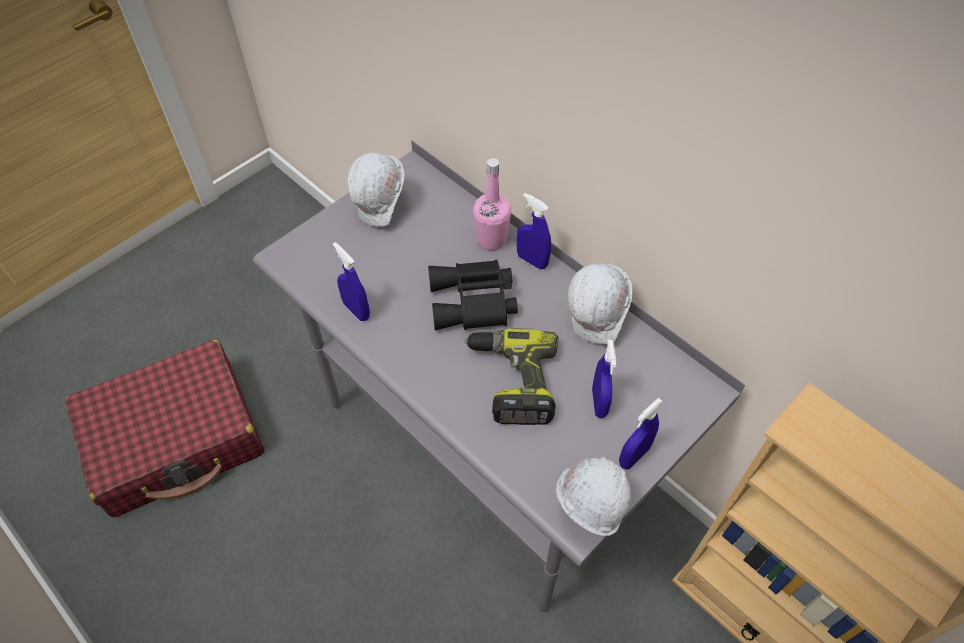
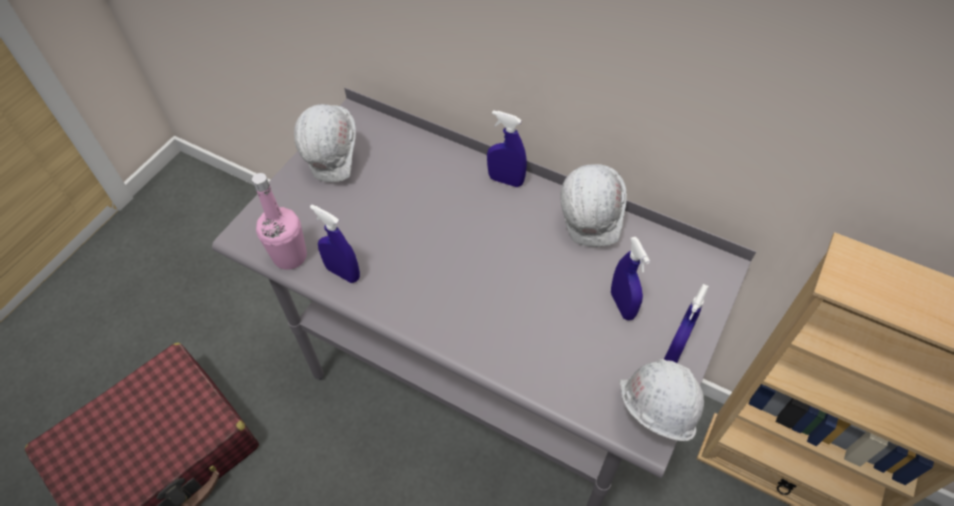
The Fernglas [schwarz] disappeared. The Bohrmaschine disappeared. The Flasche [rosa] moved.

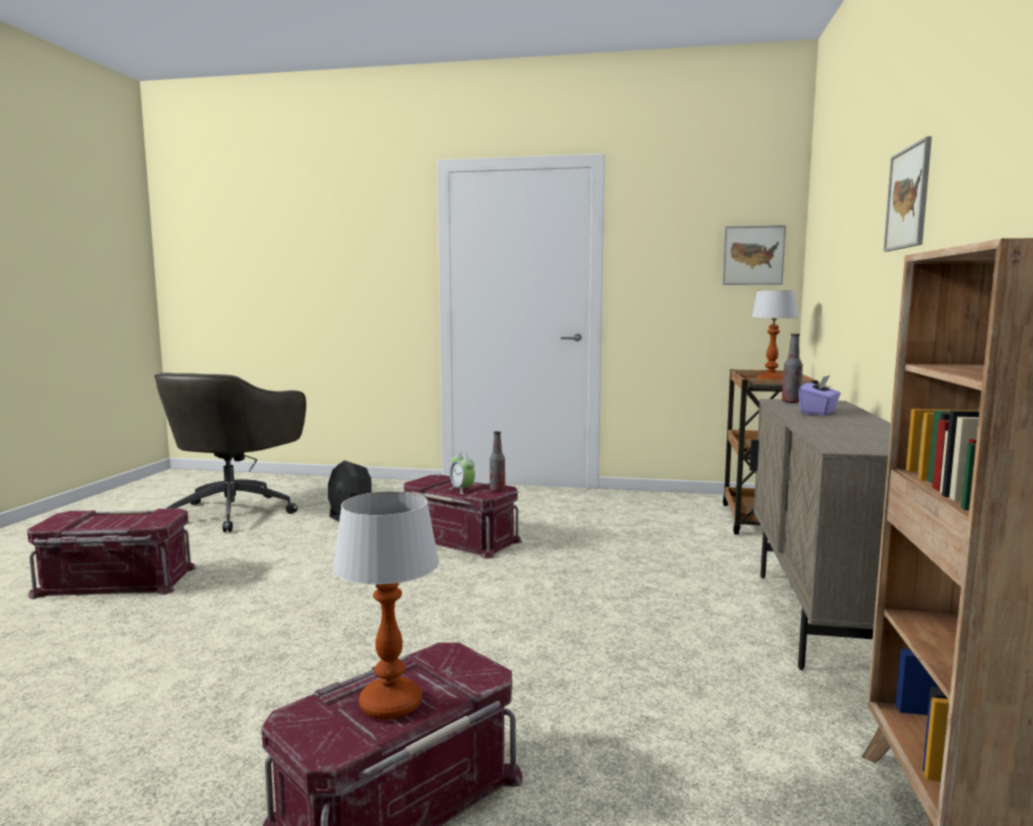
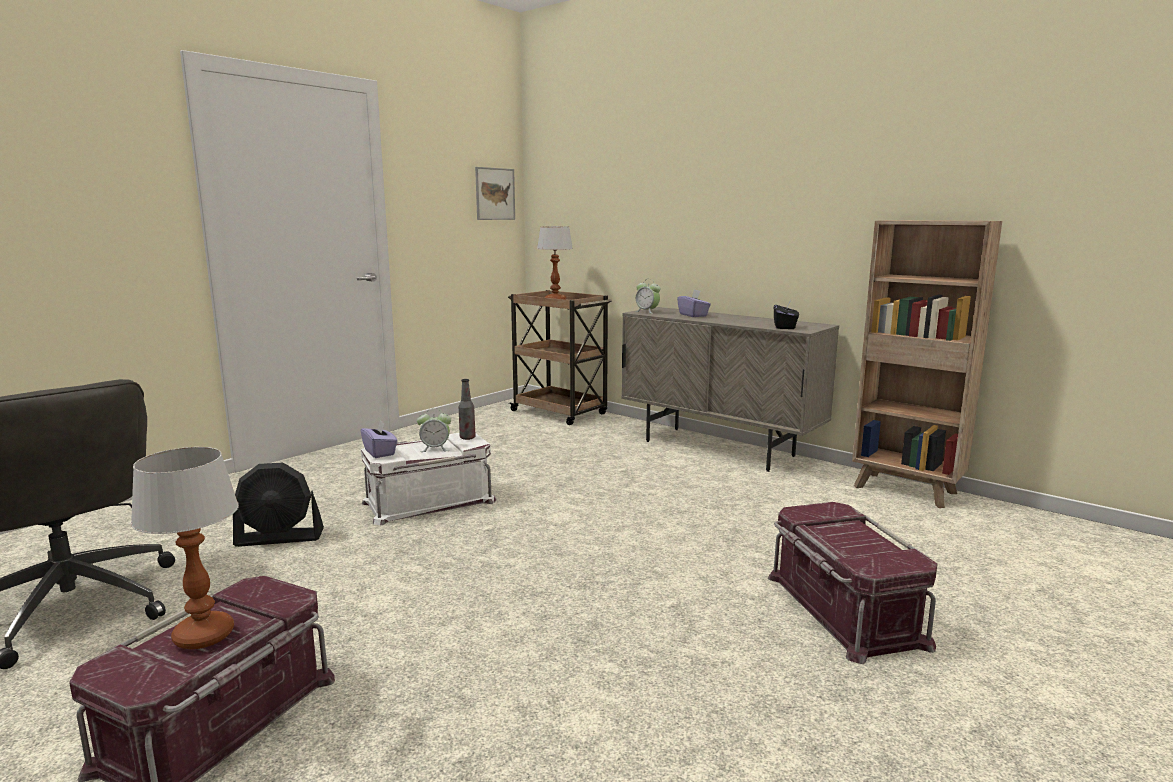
The Bild (no. 2 from left) disappeared. The Taschentuchbox [lila] (no. 1 from left) appeared. The Taschentuchbox [schwarz] appeared. The Tischlampe (no. 1 from left) moved. The Flasche (no. 2 from left) was replaced by the Wecker (no. 2 from left). The Aufbewahrungsbox [rot] (no. 3 from left) became the Aufbewahrungsbox [weiß].

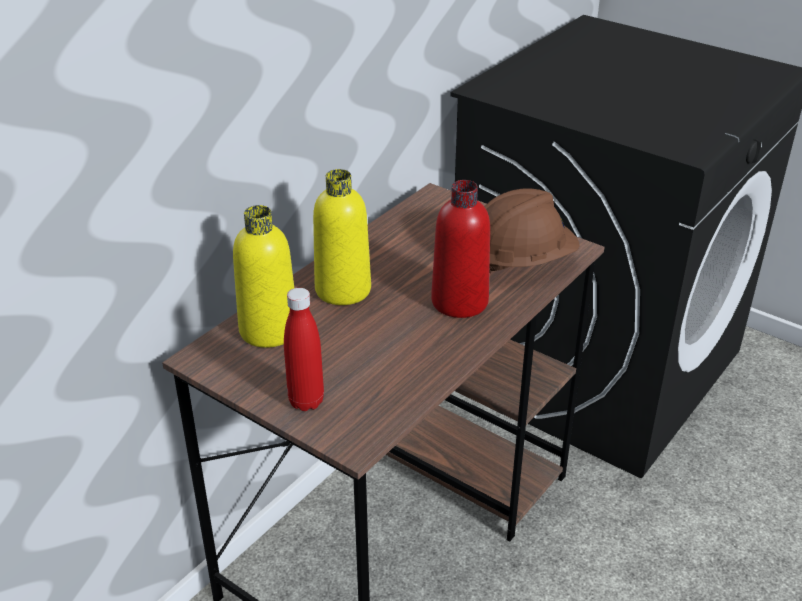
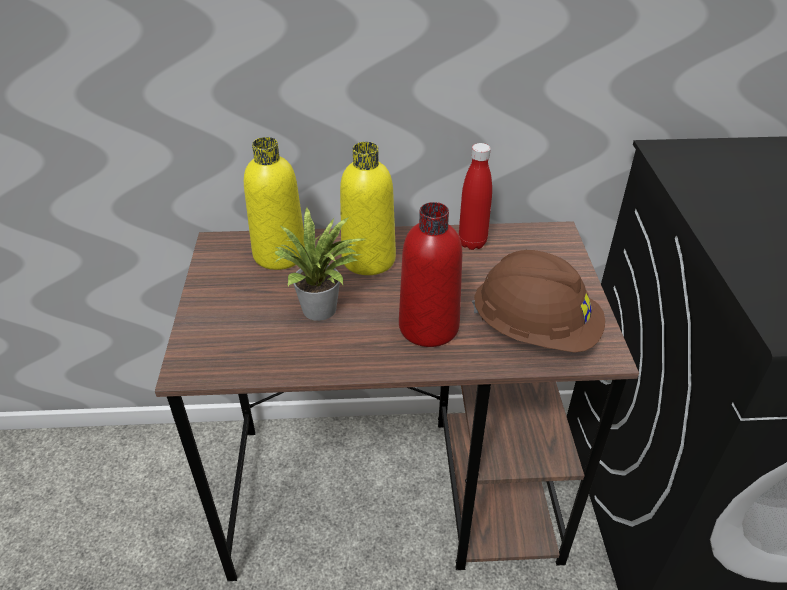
The Topfpflanze appeared. The Flasche [rot] (no. 1 from left in the first image) moved.

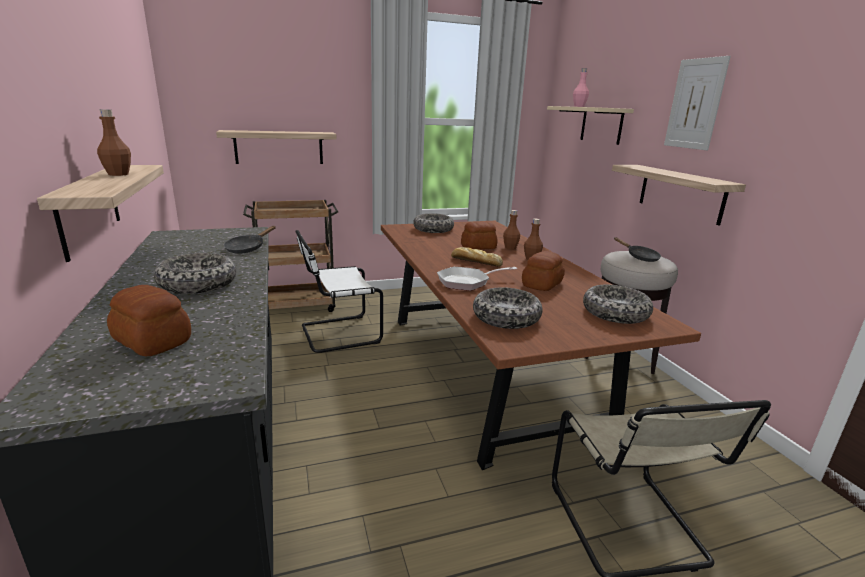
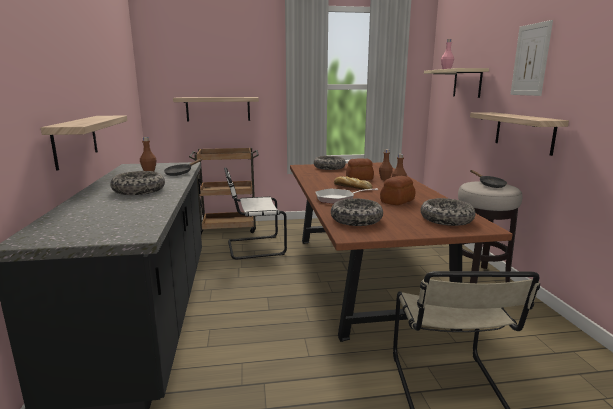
The Brot (no. 1 from left) disappeared. The Flasche [braun] (no. 1 from left) moved.

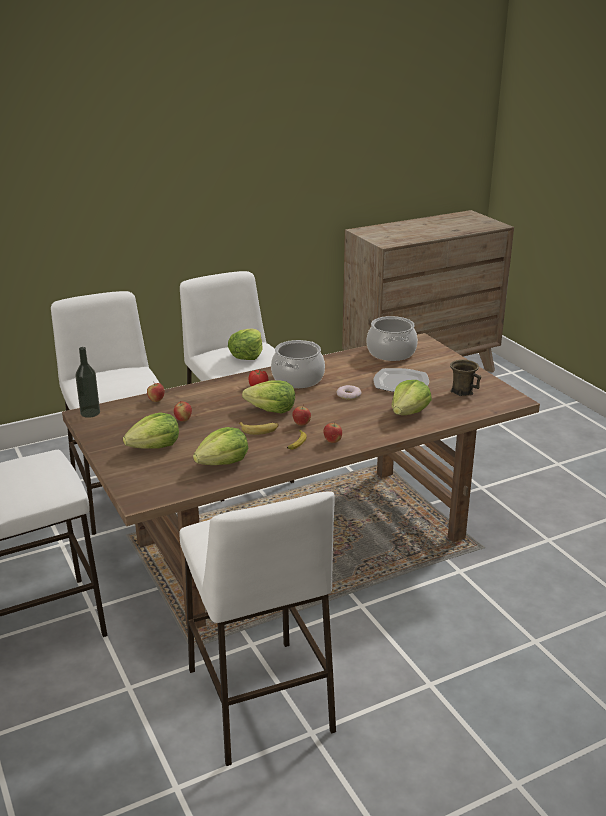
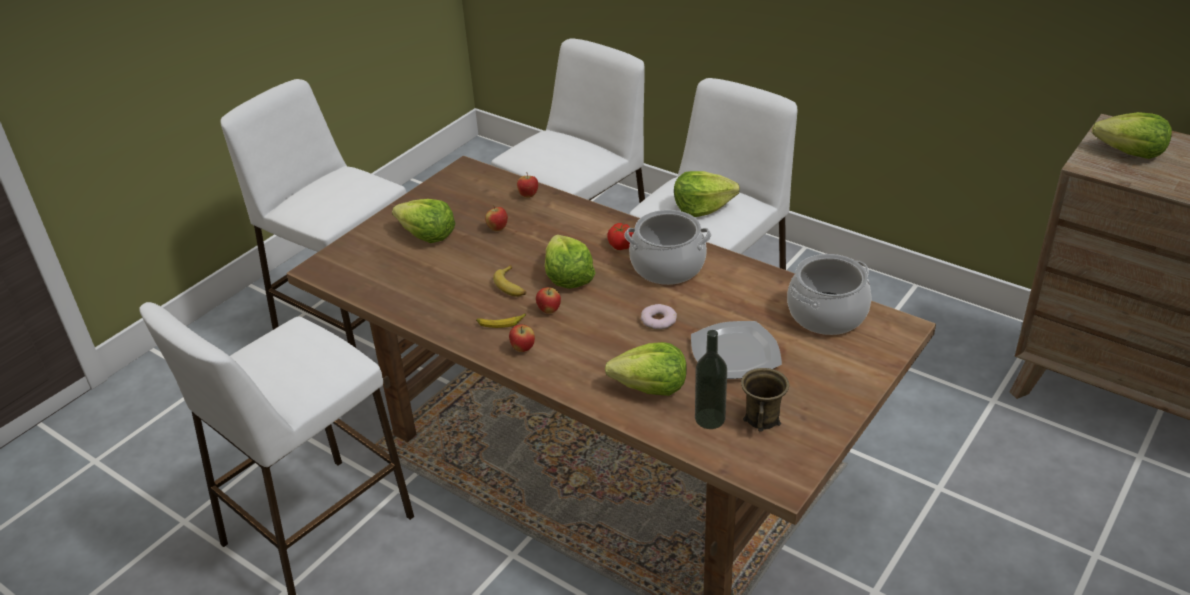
The Flasche moved. The Salatkopf (no. 2 from left in the first image) moved.

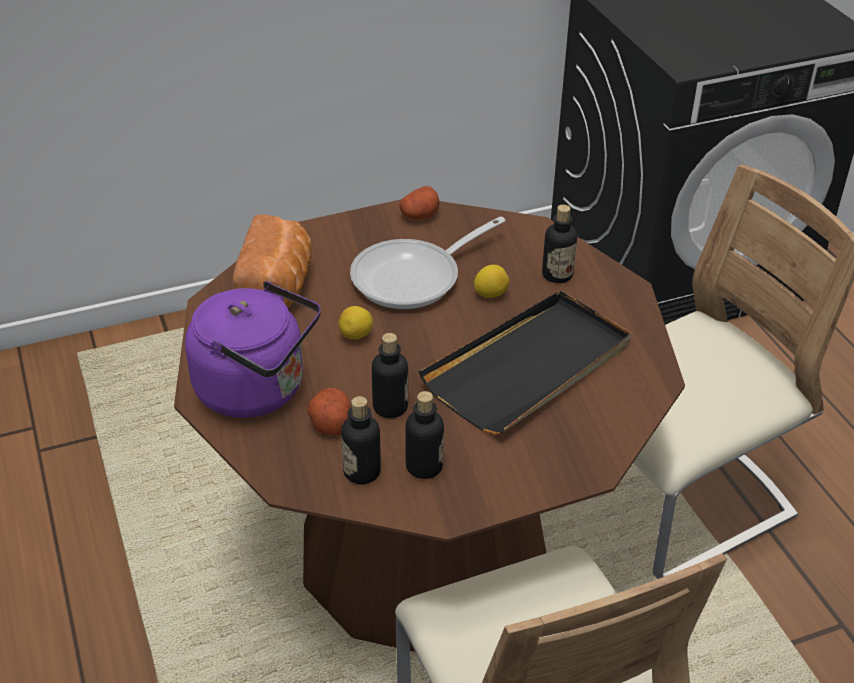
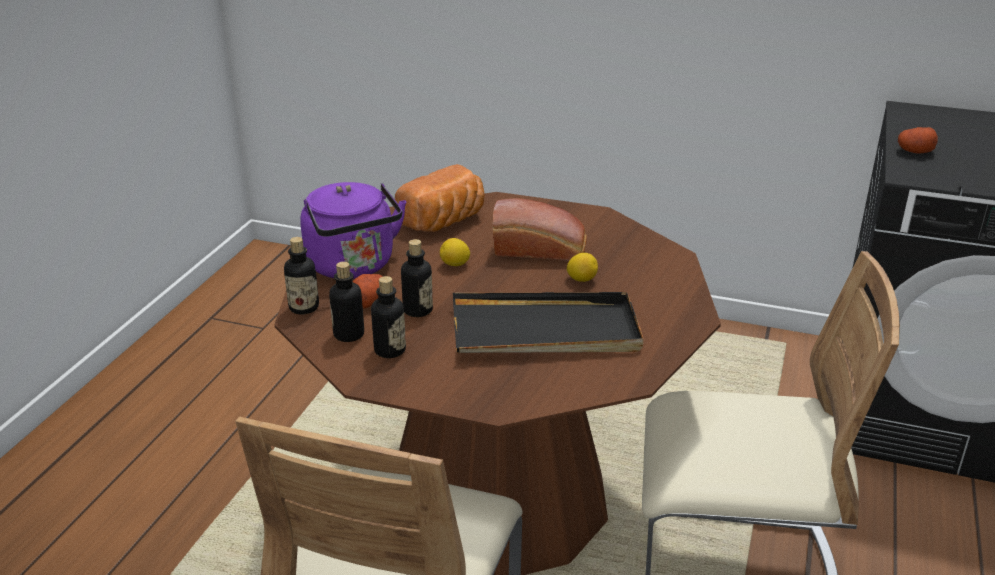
The Kartoffel (no. 2 from left) moved. The Flasche (no. 4 from left in the first image) moved. The Pfanne was replaced by the Brot (no. 2 from left).

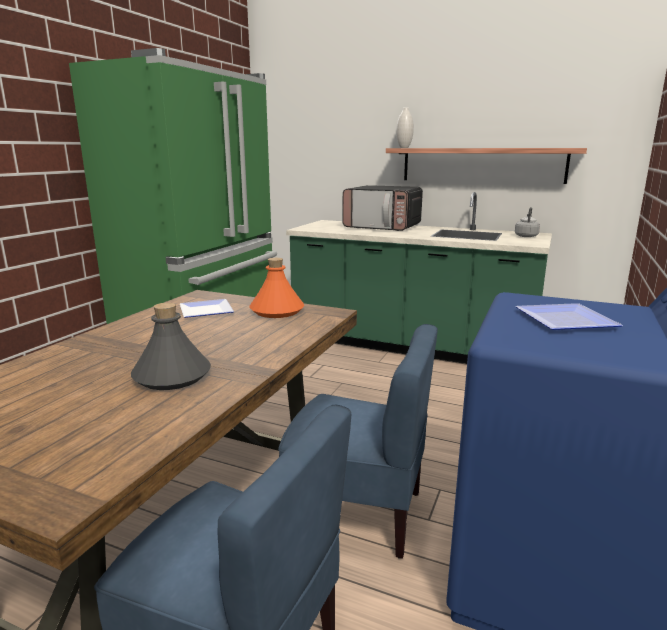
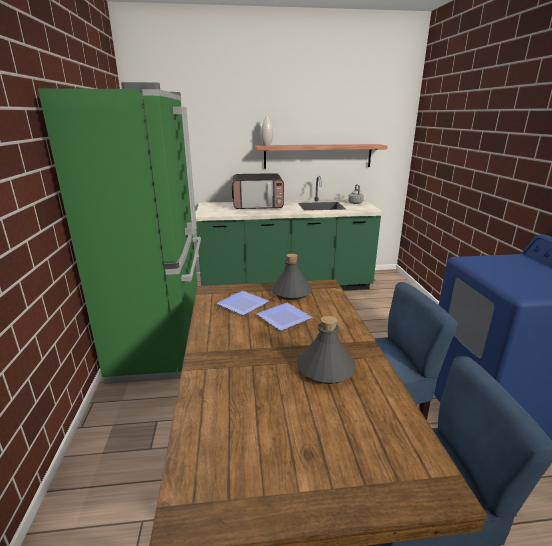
The Teller (no. 2 from left) moved. The Flasche [orange] became the Flasche [grau] (no. 1 from left).

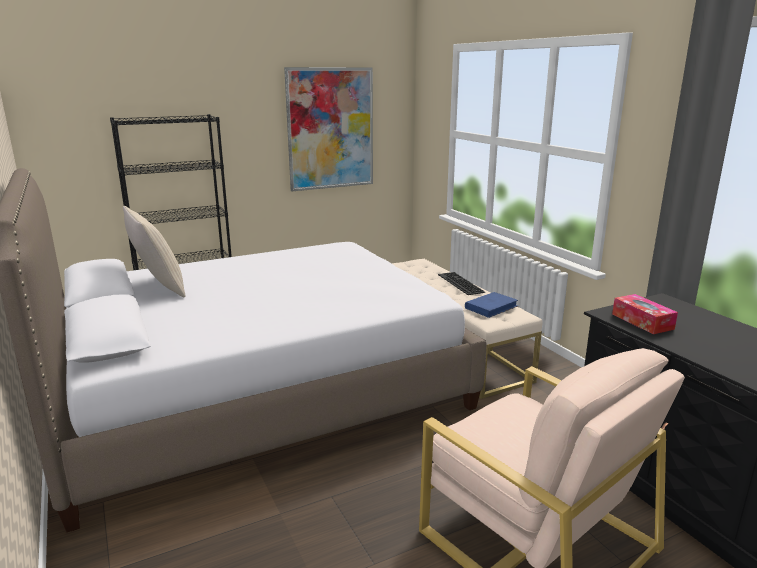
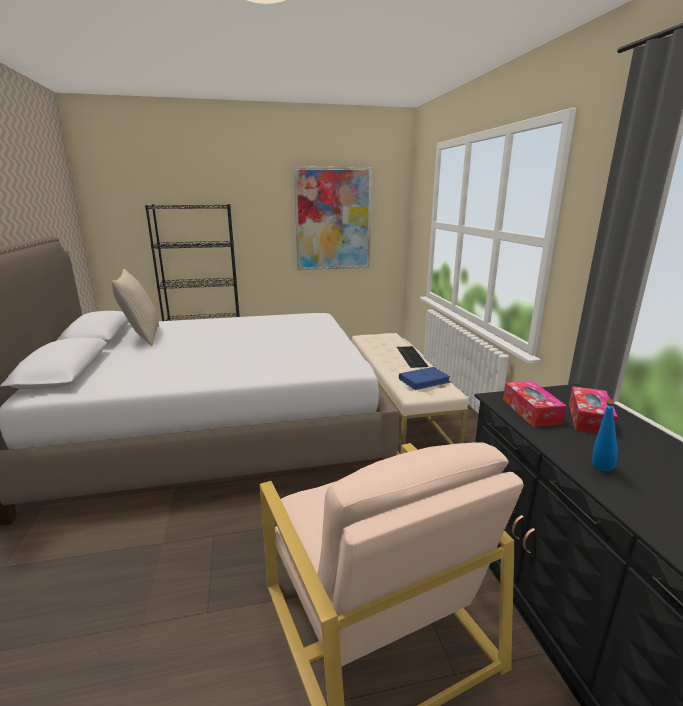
The Taschentuchbox (no. 2 from left) appeared. The Flasche [blau] appeared.

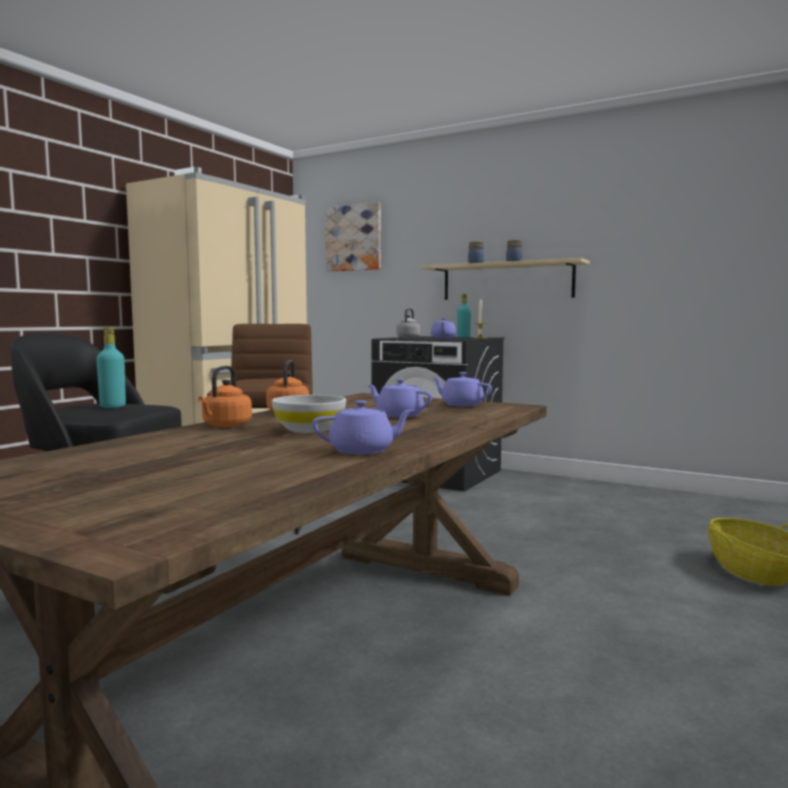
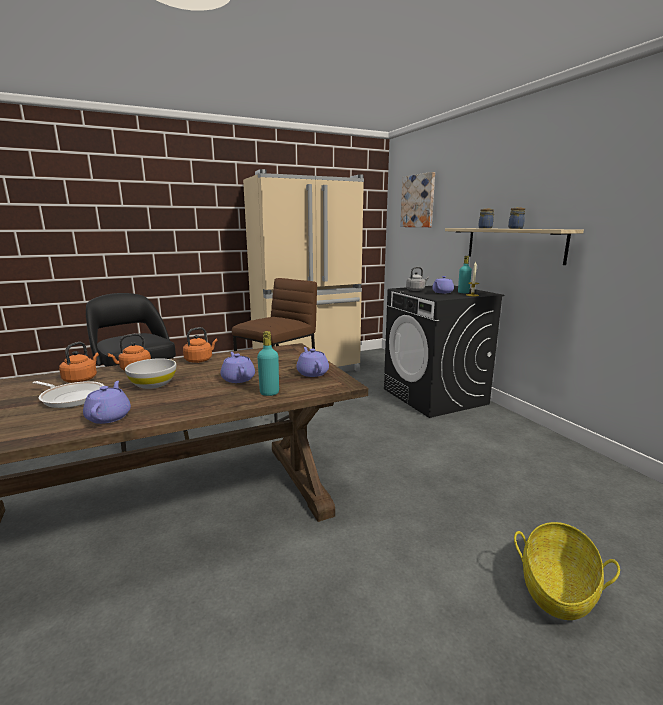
The Pfanne appeared. The Wasserkessel [orange] (no. 1 from left) appeared. The Flasche [türkis] (no. 1 from left) moved. The Teekanne [lila] (no. 1 from left) turned 120 degrees counterclockwise.

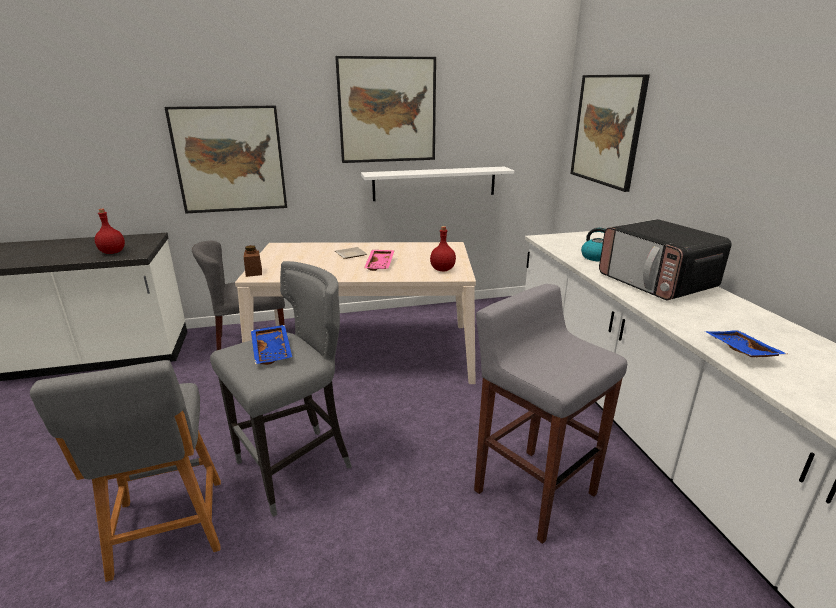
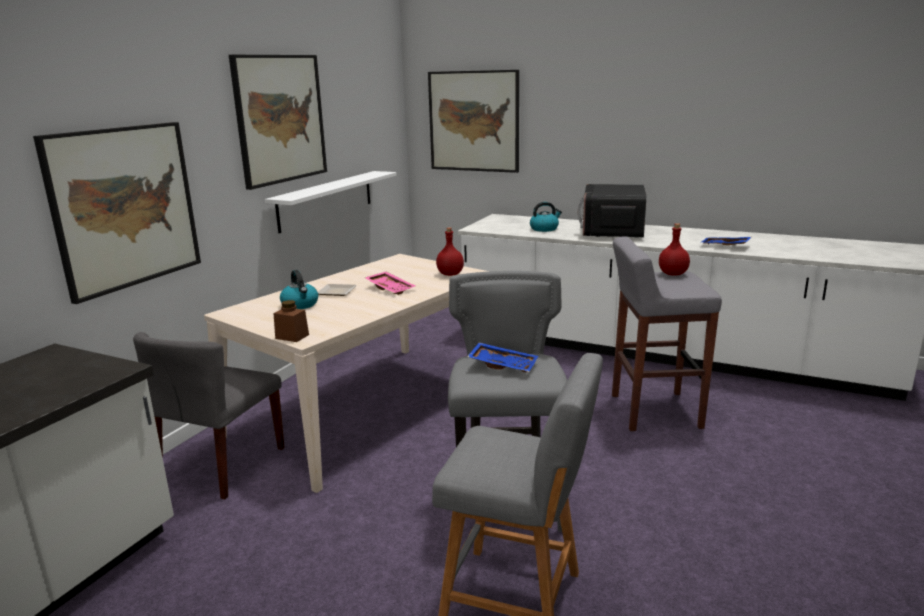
The Wasserkessel (no. 1 from left) appeared. The Flasche [rot] (no. 1 from left in the first image) moved. The Mikrowelle turned 90 degrees clockwise.

